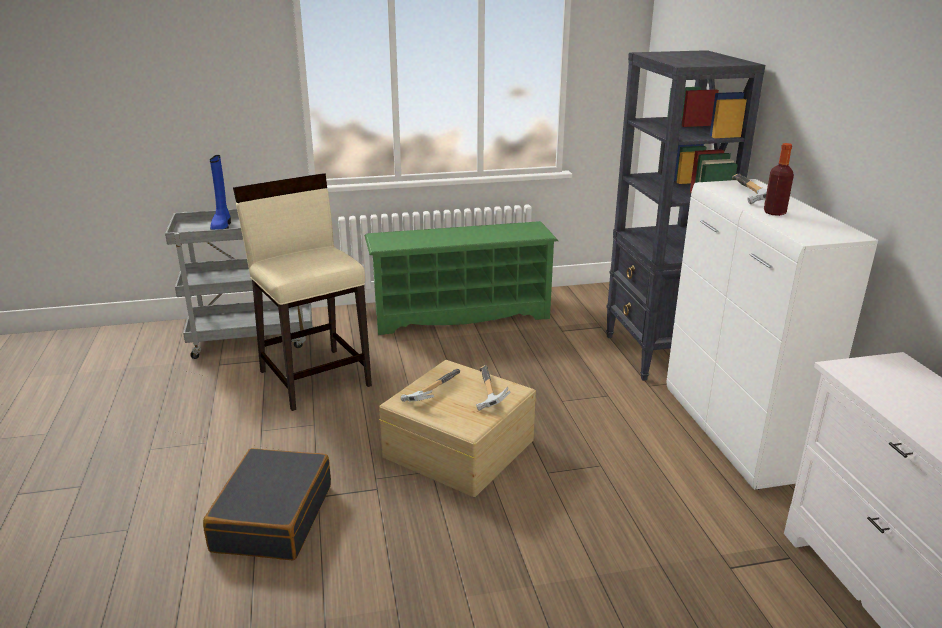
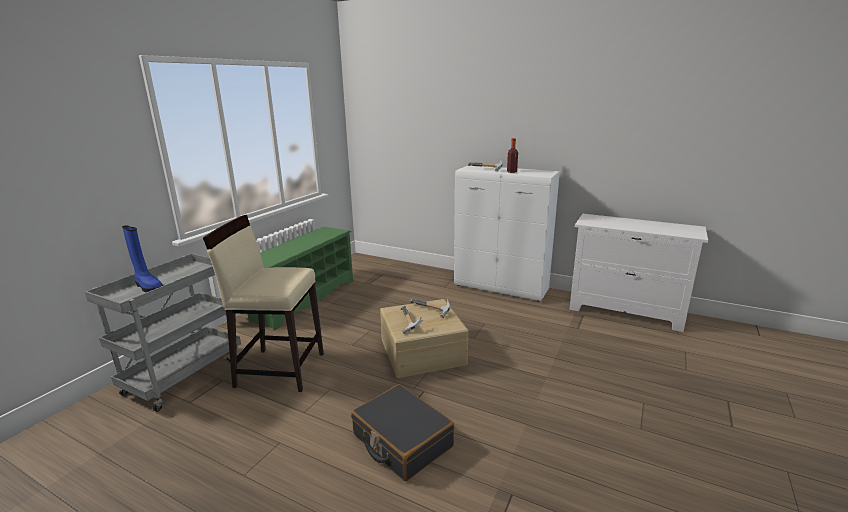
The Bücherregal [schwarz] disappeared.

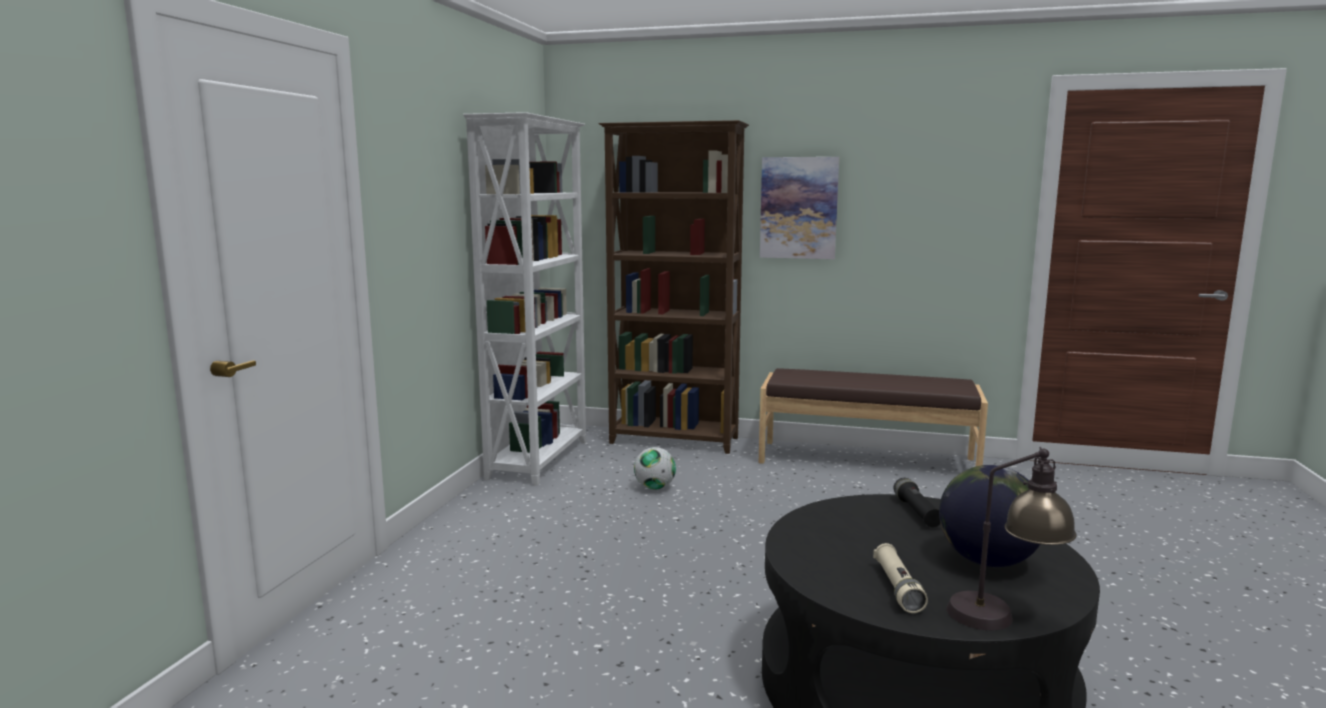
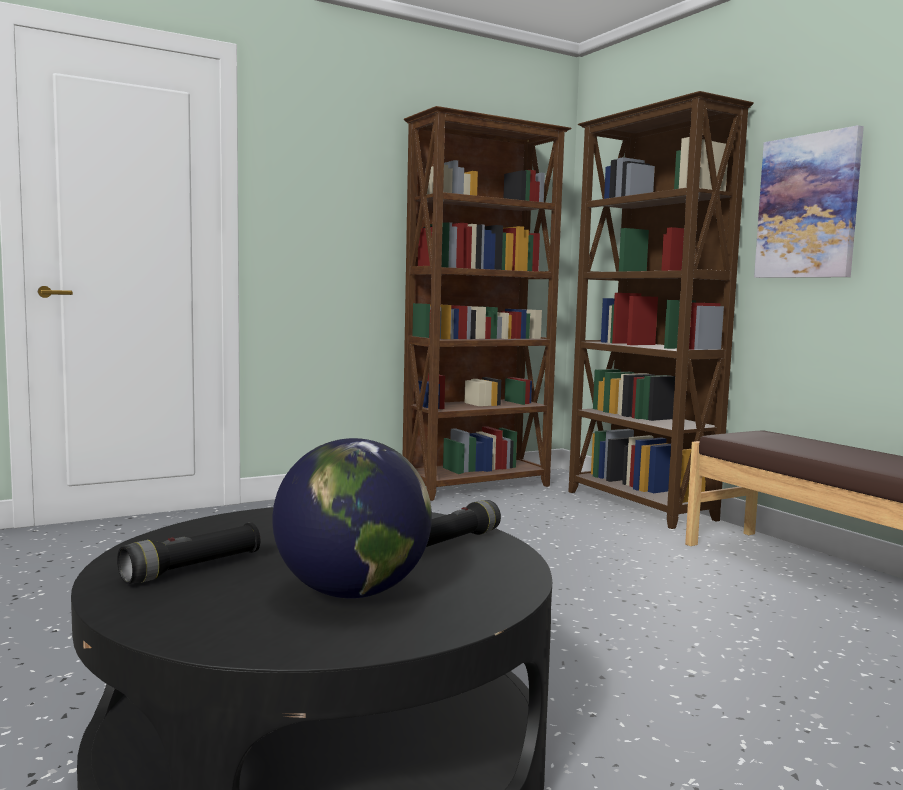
The Fußball disappeared. The Tischlampe disappeared. The Bücherregal [weiß] became the Bücherregal [braun] (no. 1 from left). The Taschenlampe [beige] became the Taschenlampe [schwarz] (no. 1 from left).

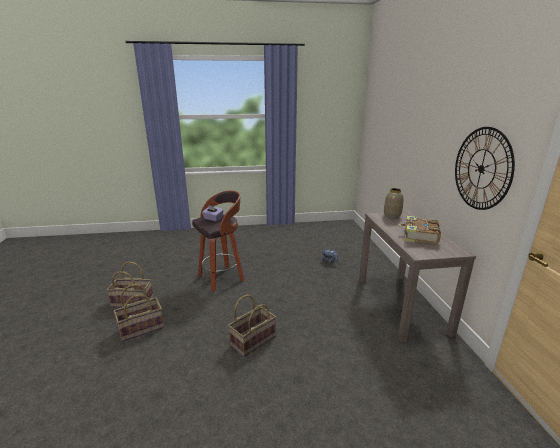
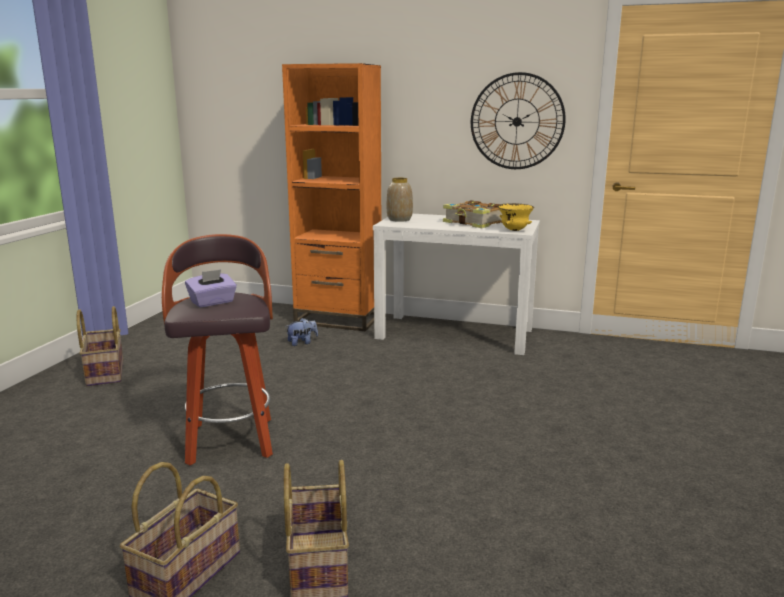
The Bücherregal [orange] appeared. The Schüssel [gelb] appeared. The Korb (no. 3 from left in the first image) moved. The Konsolentisch [braun] became the Konsolentisch [weiß].

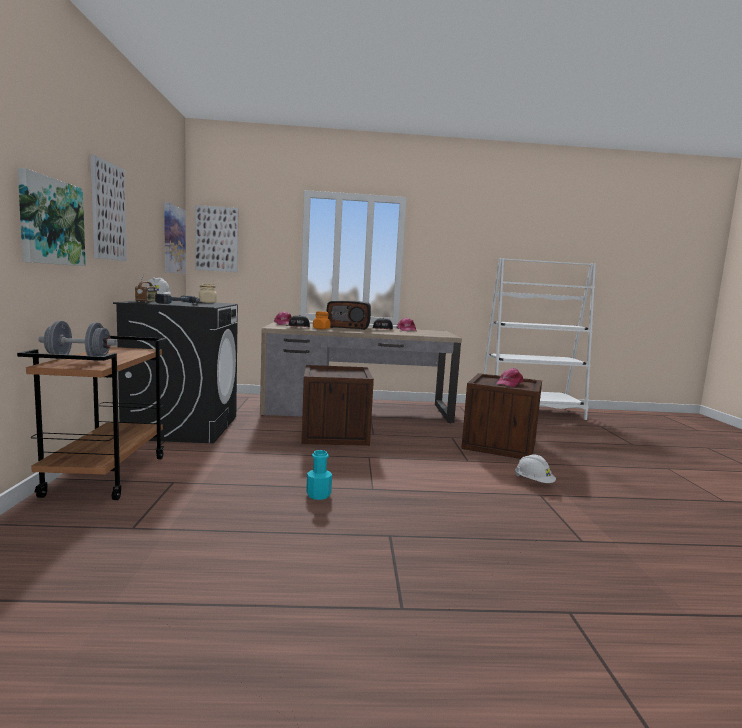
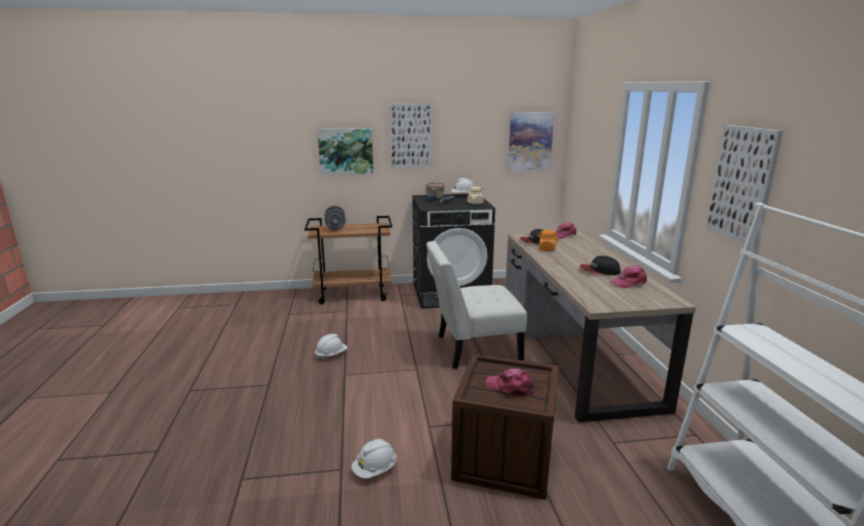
The Radio (no. 2 from left) disappeared. The Bild (no. 4 from left) moved. The Kiste (no. 1 from left) was replaced by the Stuhl [weiß]. The Flasche [türkis] was replaced by the Schutzhelm [weiß] (no. 1 from left).

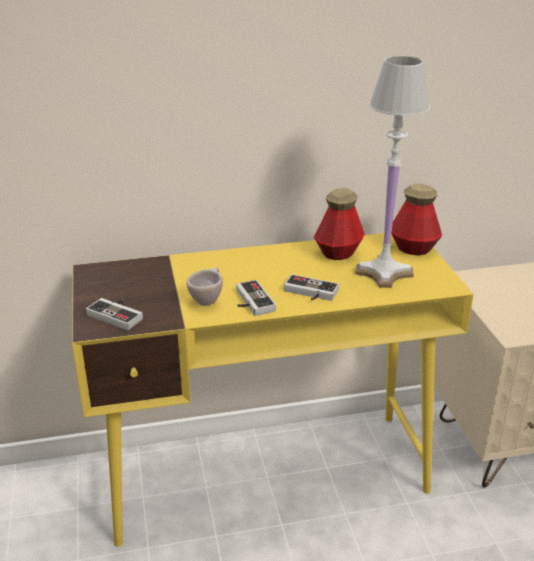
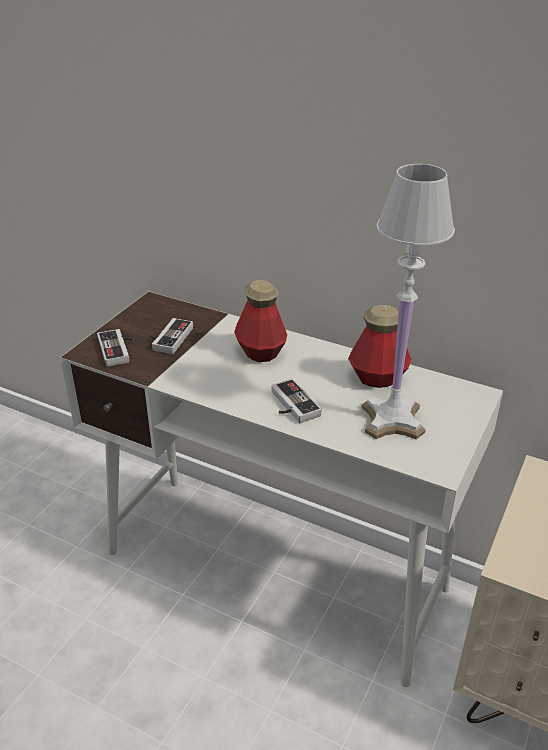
The Tasse [beige] disappeared. The Gamepad (no. 2 from left) moved. The Flasche (no. 2 from left in the first image) moved. The Schreibtisch [gelb] became the Schreibtisch [weiß].

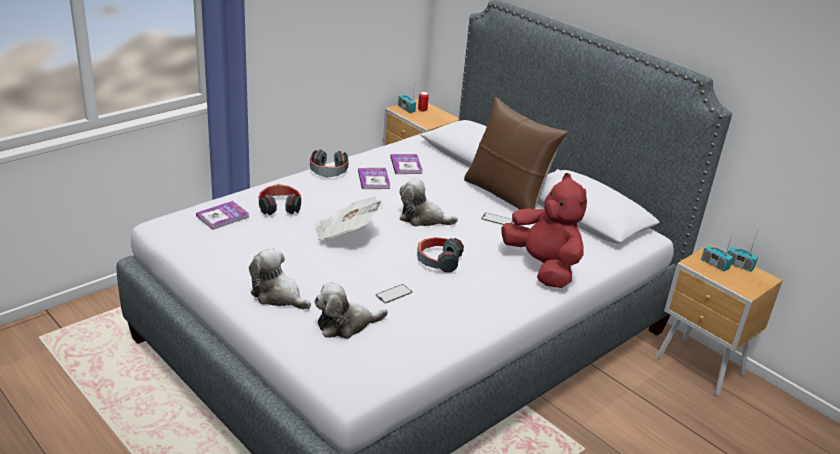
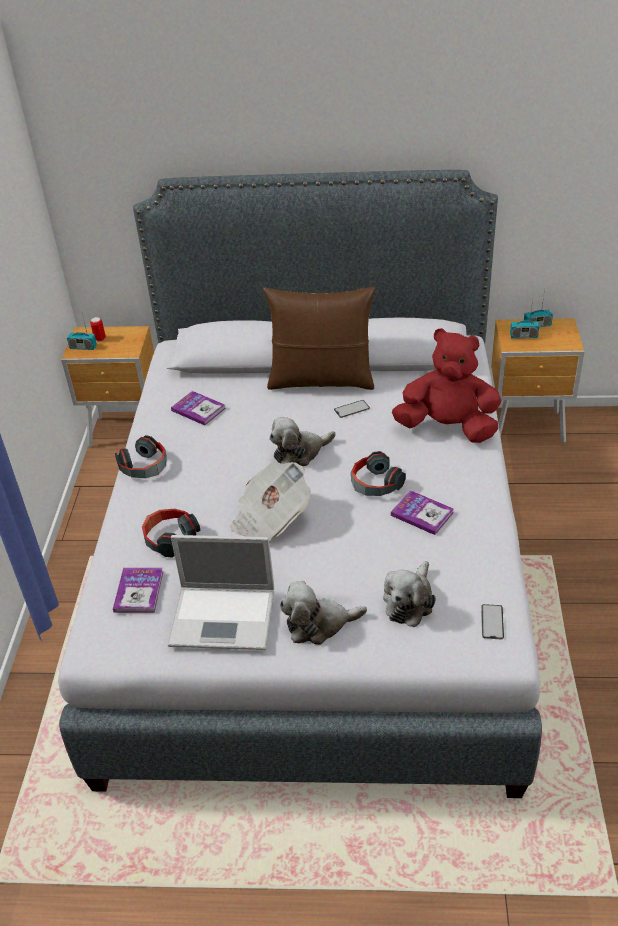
The Laptop appeared. The Buch (no. 2 from left in the first image) moved. The Handy (no. 1 from left in the first image) moved.

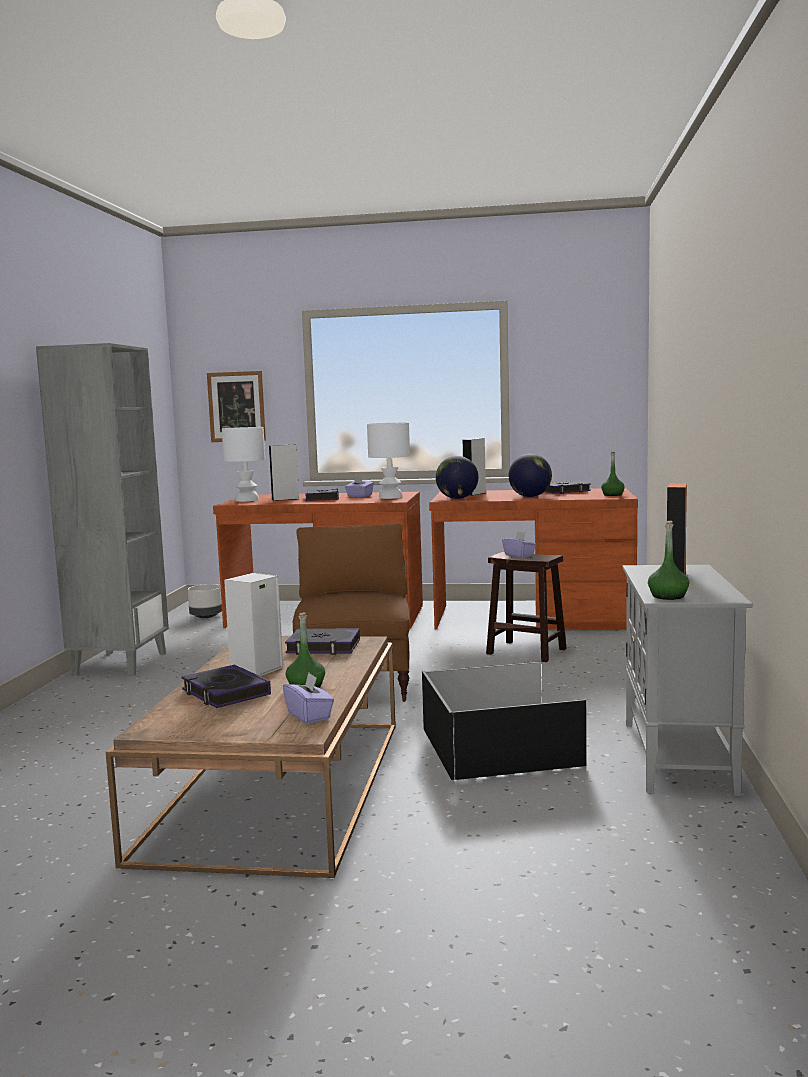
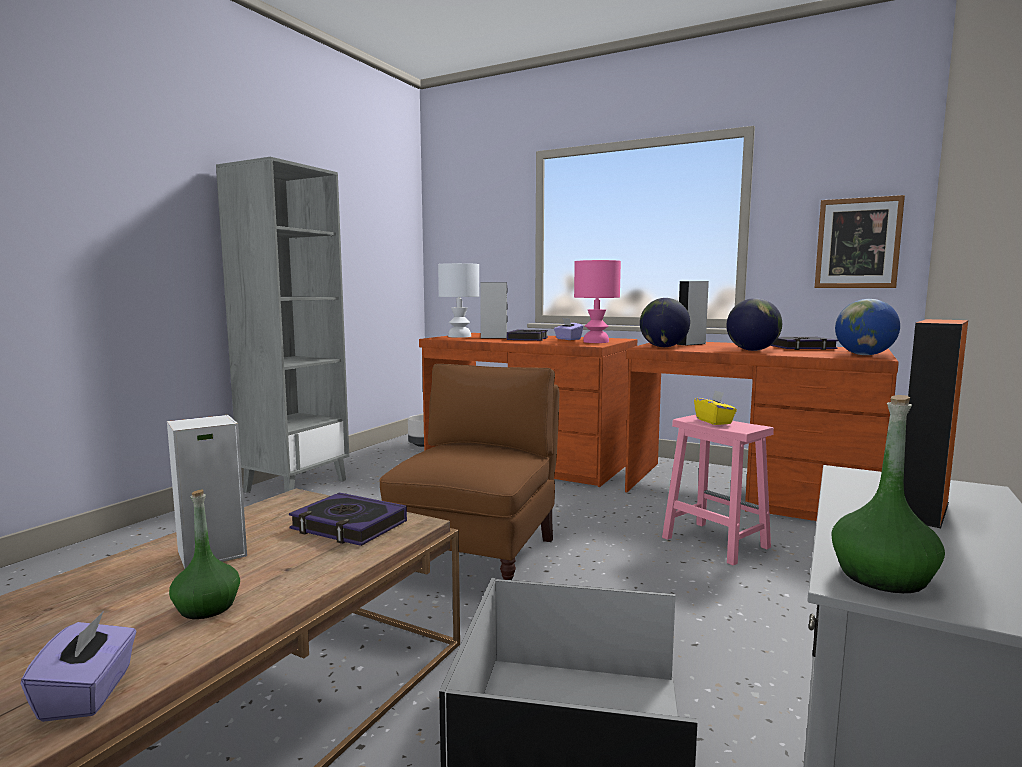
The Buch (no. 1 from left) disappeared. The Bild moved. The Flasche [grün] (no. 2 from left) was replaced by the Globus (no. 3 from left). The Tischlampe [weiß] (no. 2 from left) became the Tischlampe [rosa]. The Hocker [braun] became the Hocker [rosa]. The Taschentuchbox [lila] (no. 3 from left) became the Taschentuchbox [gelb].

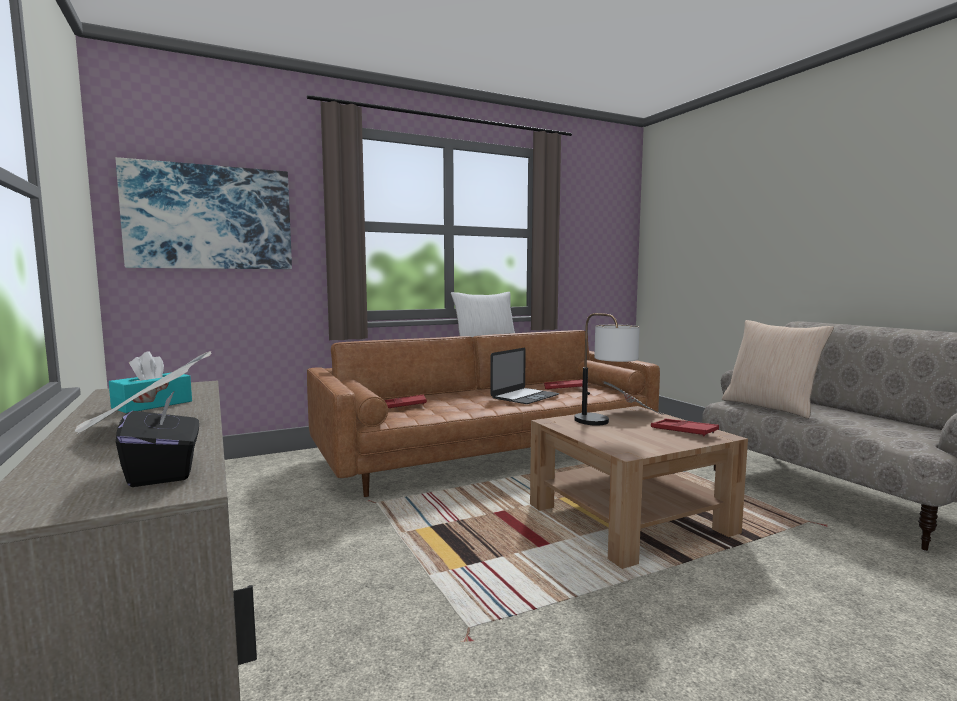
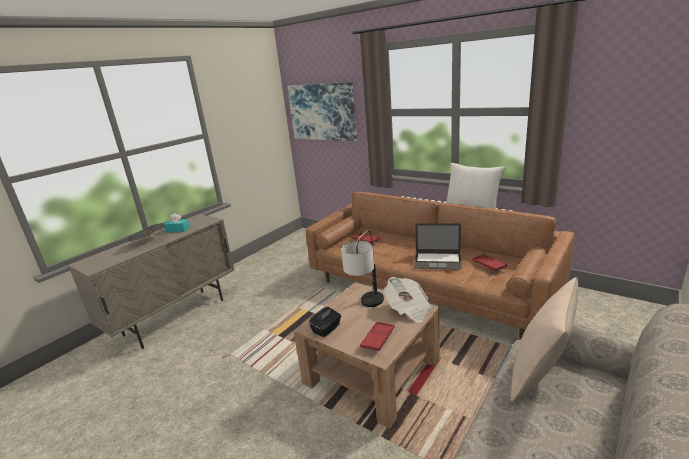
The Taschentuchbox [schwarz] moved.

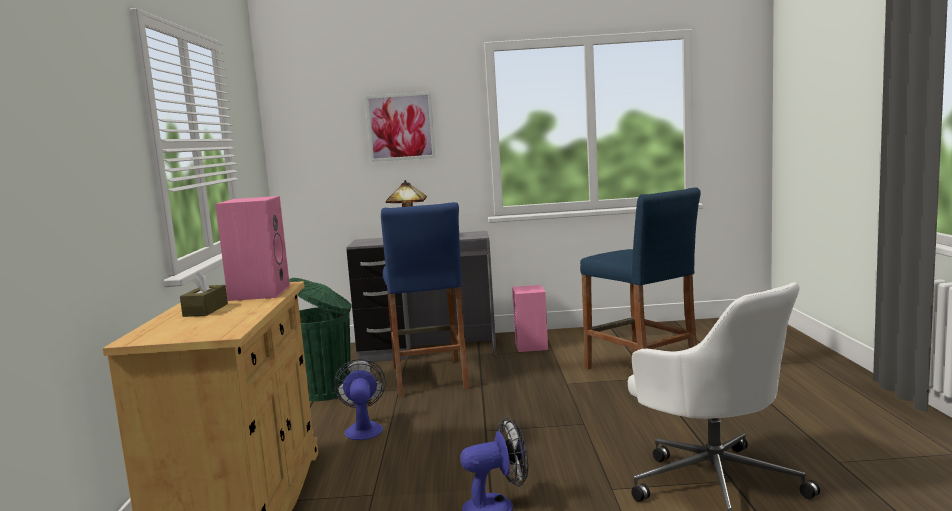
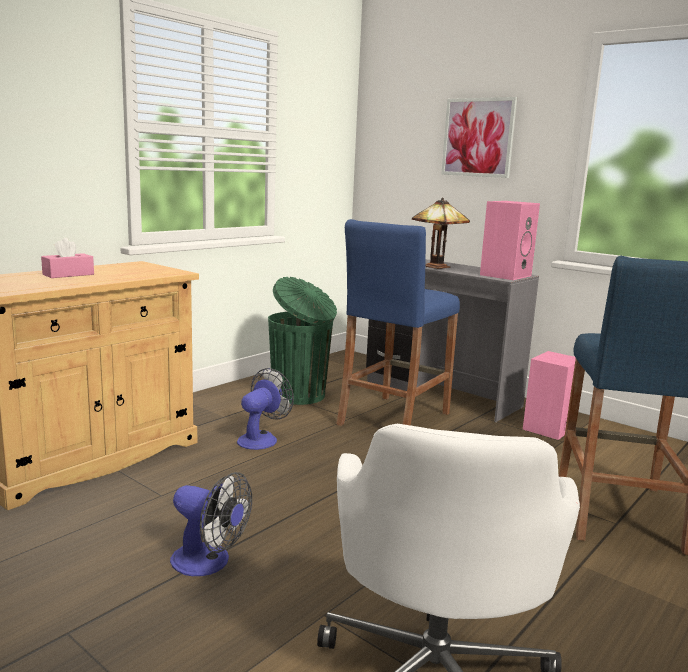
The Lautsprecher [rosa] (no. 1 from left) moved. The Taschentuchbox [braun] became the Taschentuchbox [rosa].

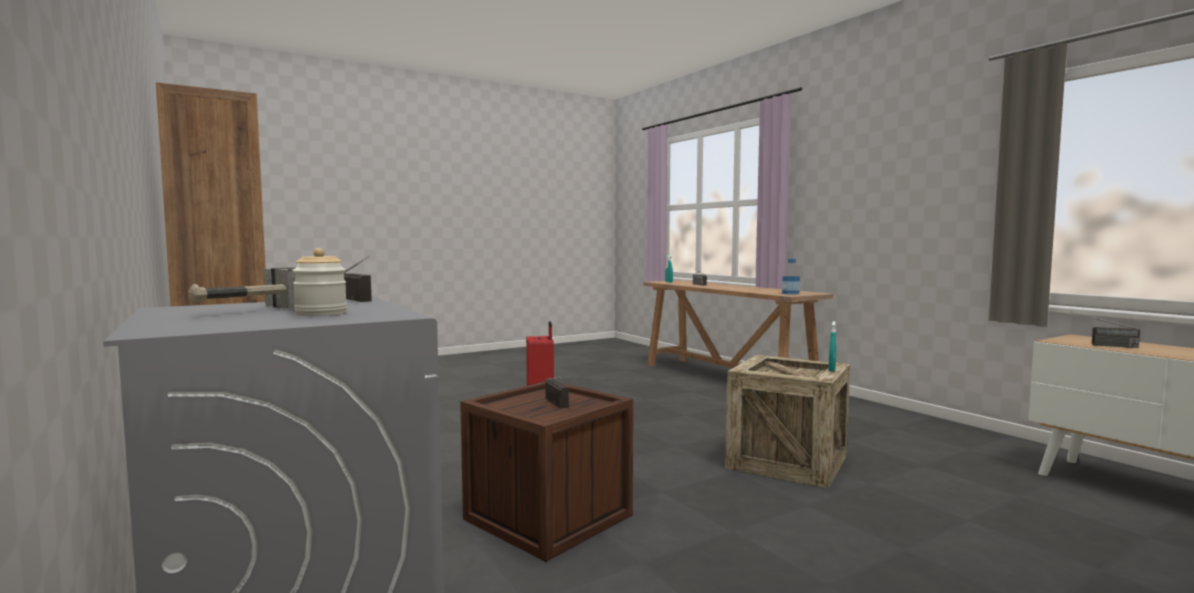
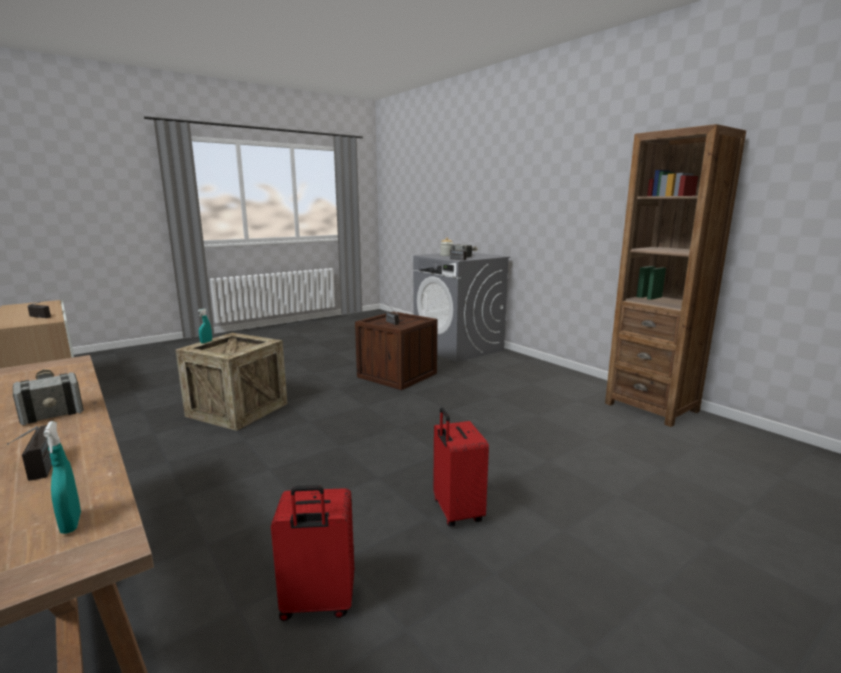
The Flasche disappeared. The Hammer (no. 1 from left) appeared. The Koffer [rot] (no. 1 from left) appeared.

